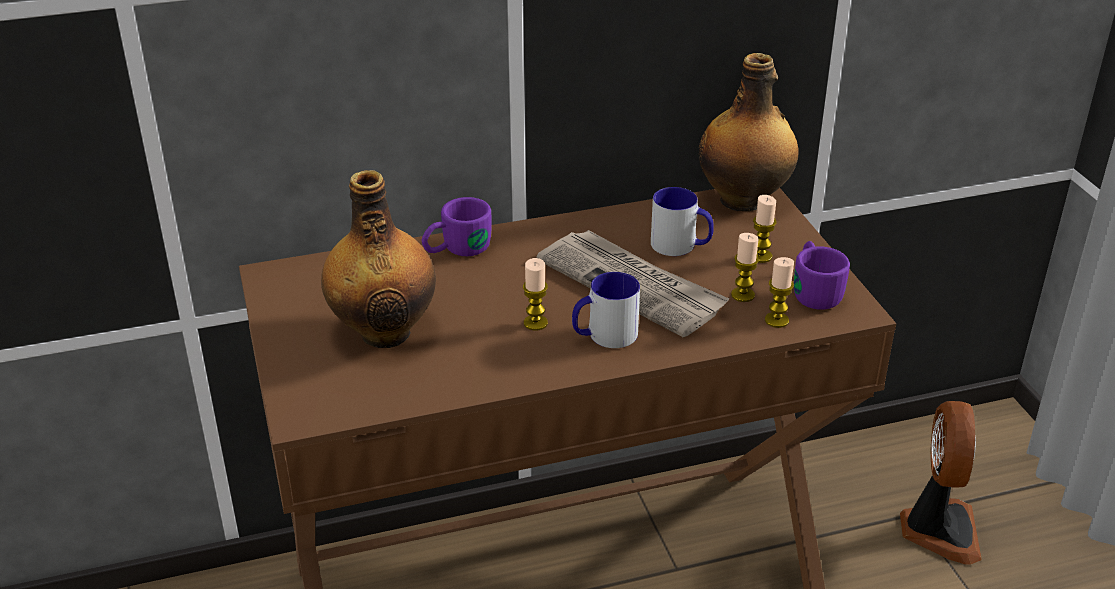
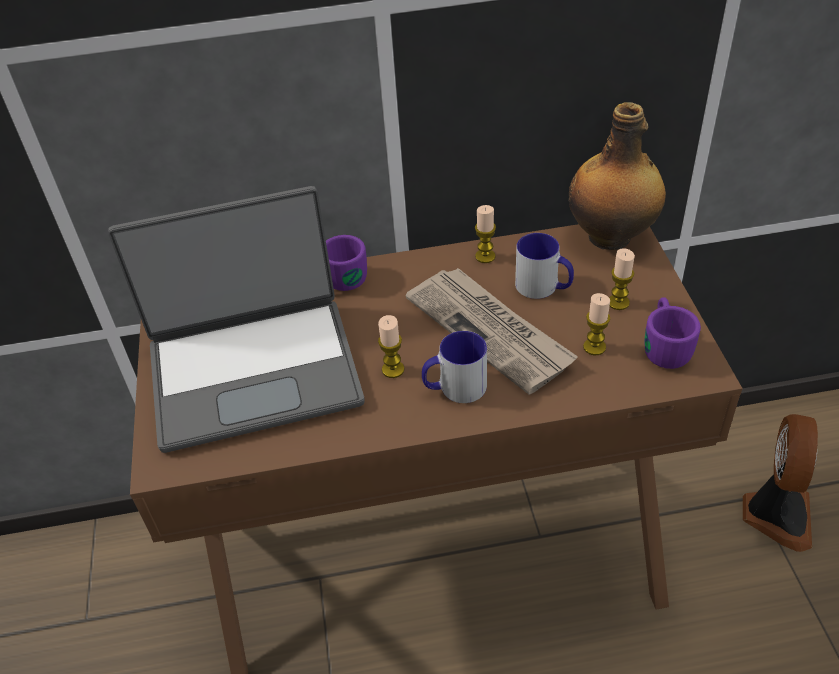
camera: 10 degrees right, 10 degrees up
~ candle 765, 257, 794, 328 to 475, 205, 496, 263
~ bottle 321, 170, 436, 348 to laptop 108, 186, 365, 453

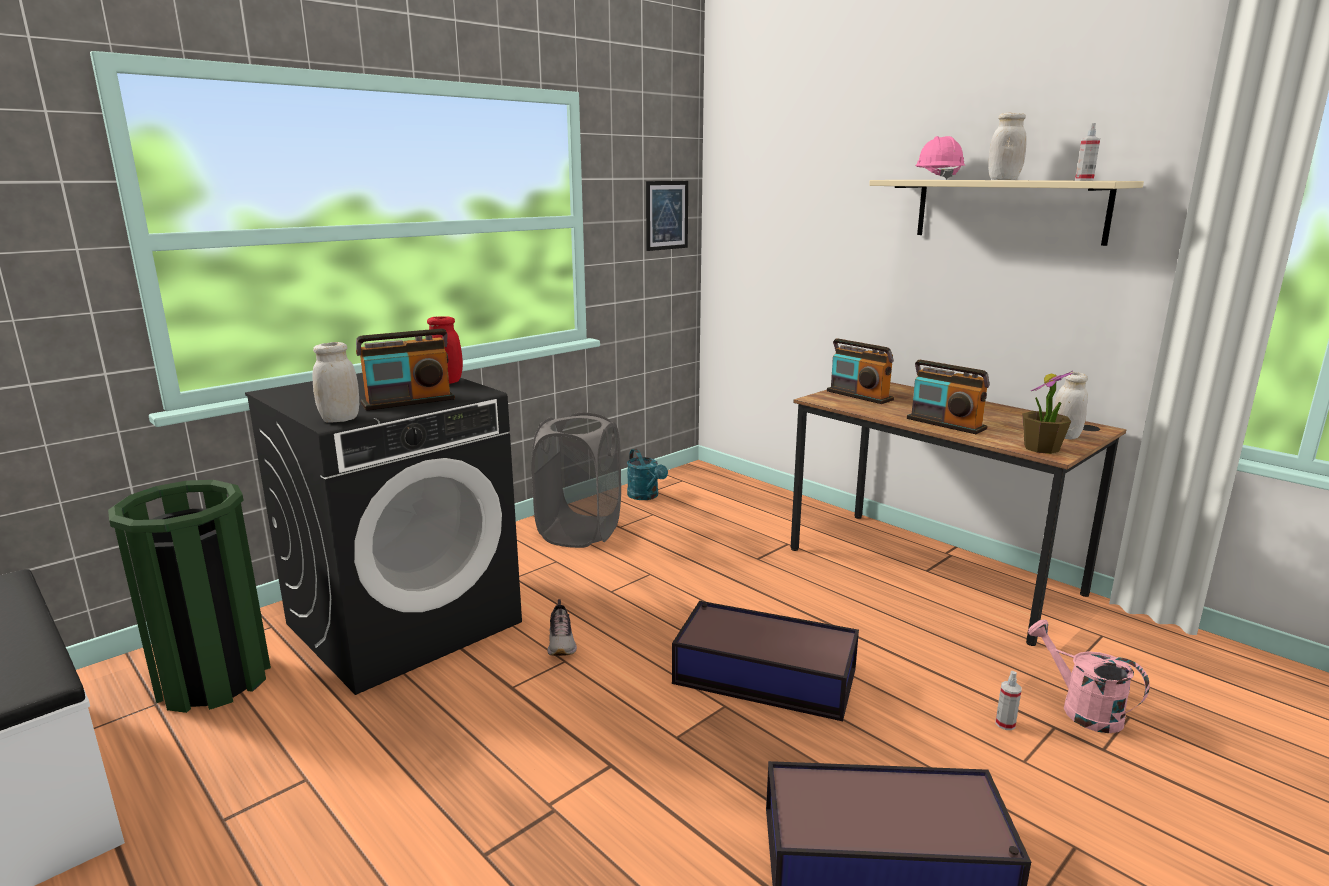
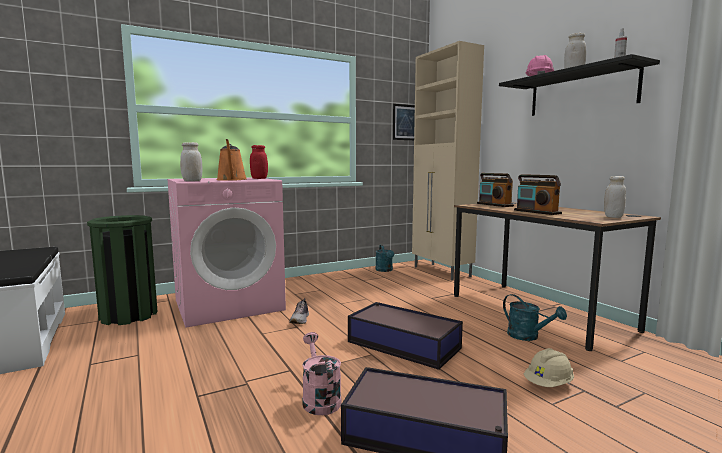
camera: 15 degrees right, 10 degrees down
- laundry basket/grey 531, 412, 621, 548
- potted plant 1022, 371, 1073, 454
+ cabinet/beige 412, 41, 484, 280
+ watering can/turquoise 503, 294, 567, 341
~ watering can/pink 1028, 619, 1150, 733 to 302, 332, 341, 415
~ radio 356, 328, 455, 411 to watering can/orange 217, 139, 246, 181
~ spray bottle 996, 671, 1021, 730 to hard hat/beige 524, 348, 574, 387
~ washing machine/black 245, 373, 522, 695 to washing machine/pink 167, 178, 286, 328
~ shelf/beige 869, 180, 1144, 246 to shelf/black 499, 54, 660, 116

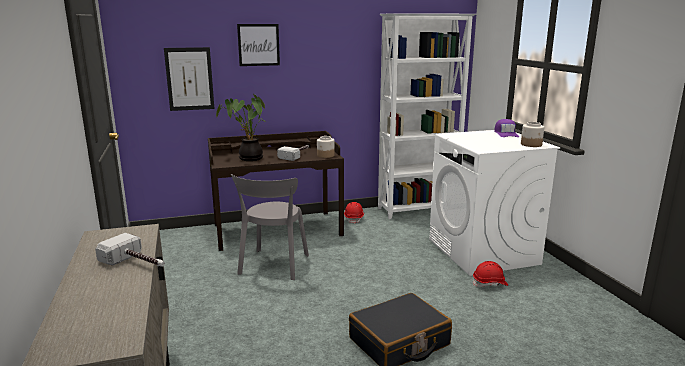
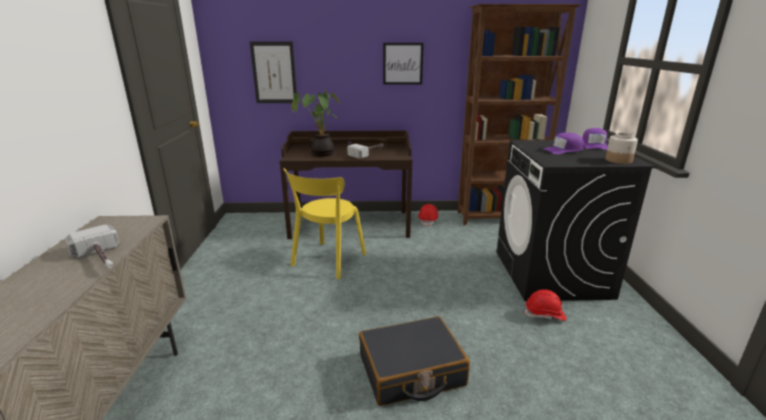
camera: 15 degrees right, 5 degrees up
- jar 317, 136, 335, 158
+ cap/purple 542, 133, 584, 154
~ picture 237, 24, 280, 66 to 383, 43, 424, 85
~ chair/grey 231, 174, 309, 280 to chair/yellow 284, 168, 366, 279
~ bookcase/white 378, 13, 477, 219 to bookcase/brown 458, 4, 581, 225
~ washing machine/white 429, 130, 560, 276 to washing machine/black 496, 140, 656, 301

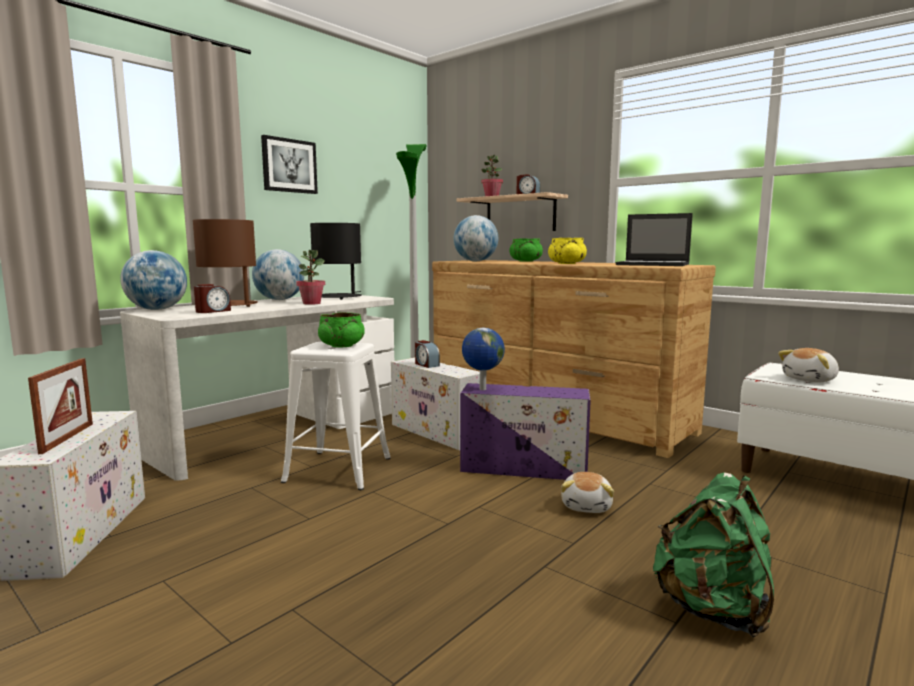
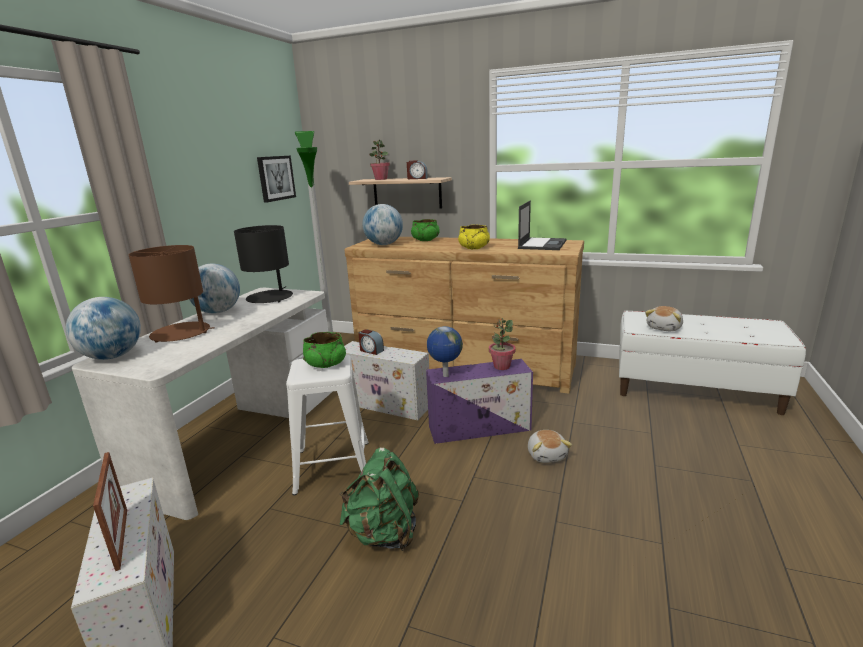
camera: 20 degrees left, 10 degrees up
- alarm clock 194, 284, 231, 313
~ picture 261, 135, 318, 194 to 257, 156, 296, 203
~ potted plant 296, 250, 325, 305 to 489, 318, 516, 370
~ backpack/green 653, 472, 774, 637 to 340, 447, 419, 551
~ laptop 616, 213, 693, 266 = 518, 200, 567, 250 75 degrees counterclockwise

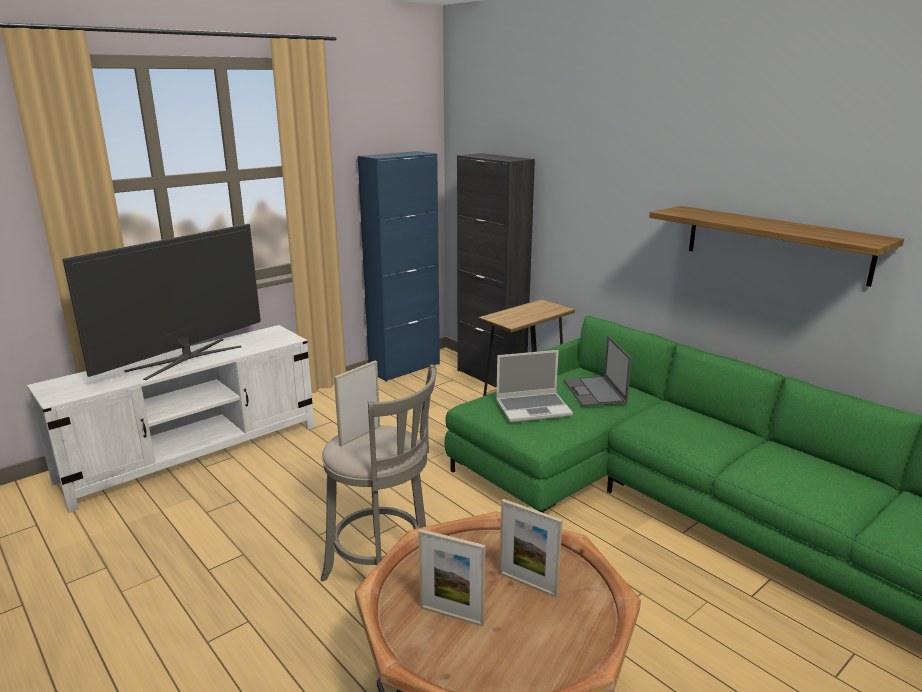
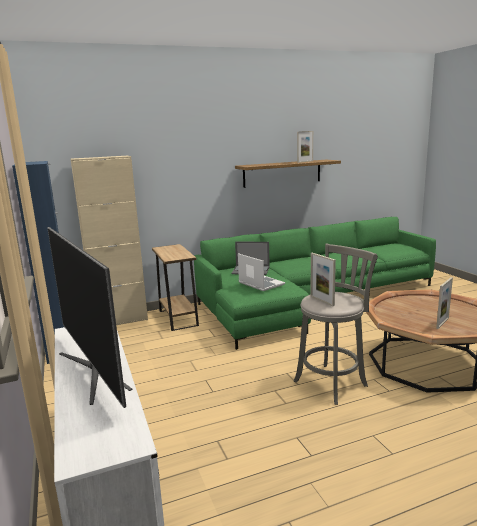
camera: 70 degrees left, 5 degrees down
~ picture frame 500, 499, 563, 597 to 297, 131, 313, 163
~ cabinet/black 457, 153, 535, 388 to cabinet/beige 71, 156, 148, 325
~ laptop 496, 350, 573, 423 = 238, 253, 285, 291 45 degrees counterclockwise

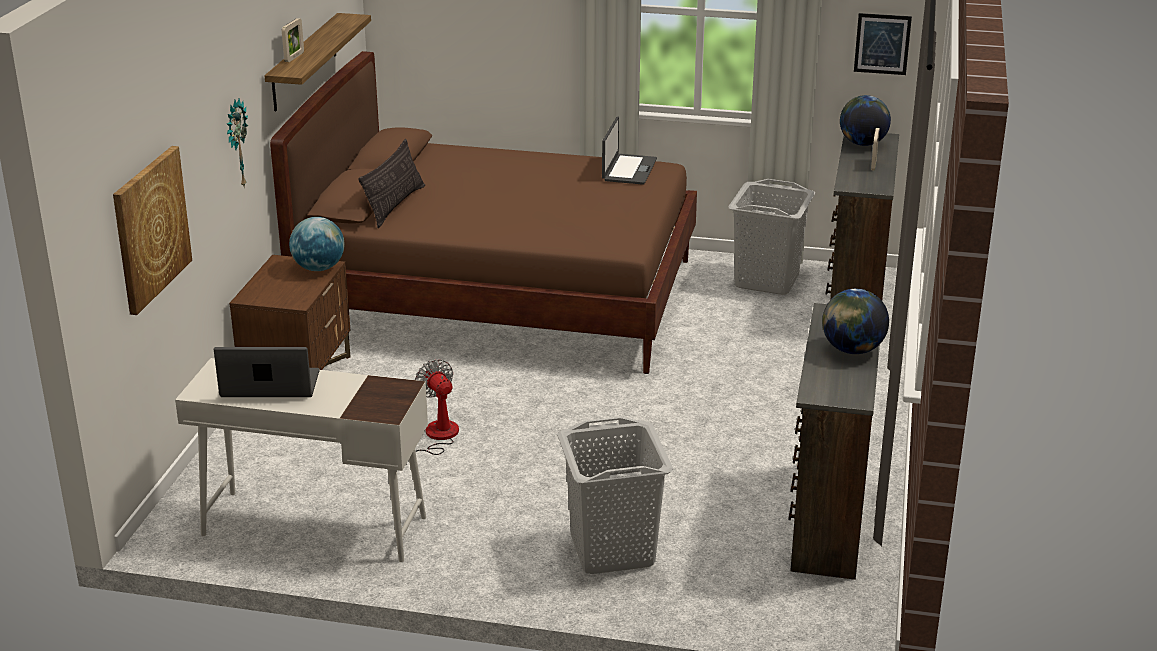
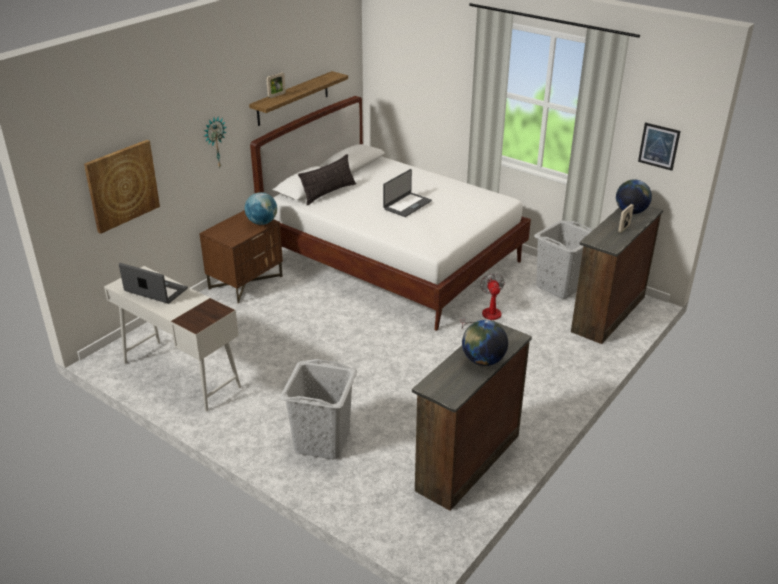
camera: 25 degrees right, 5 degrees up
~ fan 406, 359, 459, 465 to 461, 273, 505, 329
~ laptop 602, 117, 657, 185 to 383, 169, 432, 217
~ bed/brown 270, 51, 697, 374 to bed/white 250, 96, 531, 331

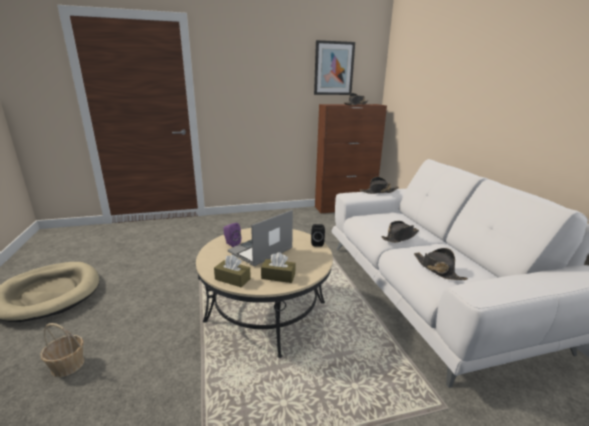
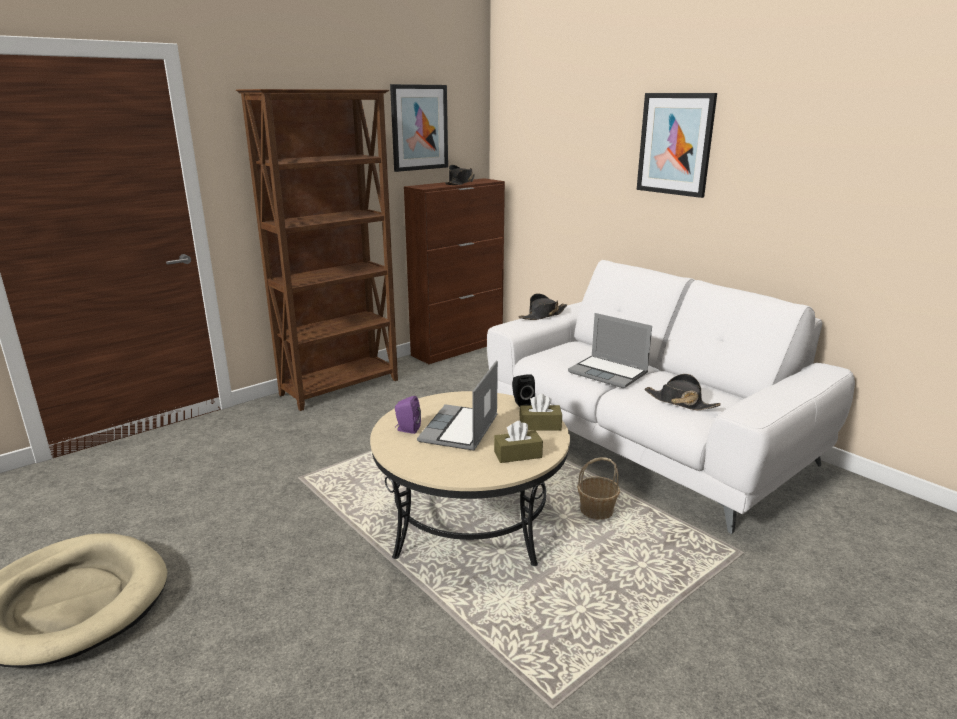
camera: 25 degrees left, 0 degrees up
+ bookcase/brown 236, 89, 398, 411
+ picture 637, 93, 717, 198
~ basket 41, 323, 85, 377 to 577, 457, 620, 520
~ tissue box/brown 214, 255, 251, 288 to 519, 394, 562, 431
~ hat/black 381, 221, 419, 243 to laptop 568, 313, 652, 388

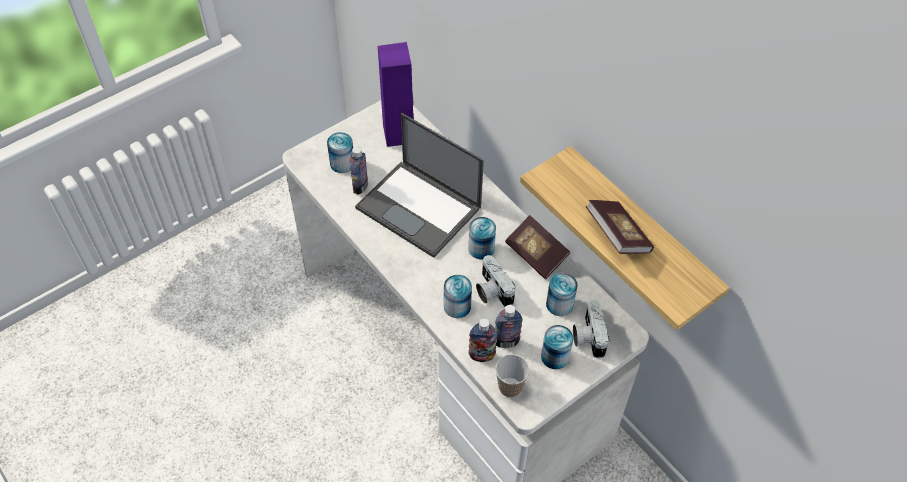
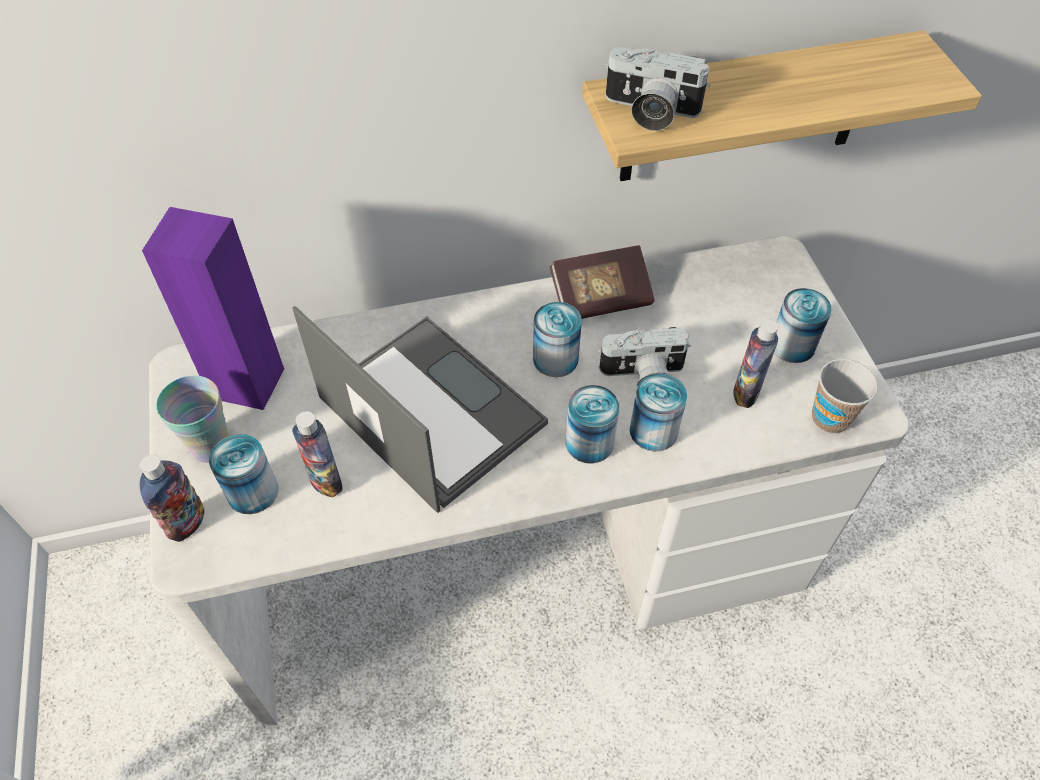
camera: 65 degrees left, 0 degrees up
- book 586, 200, 654, 254
+ cup 156, 375, 229, 463
~ bottle 468, 318, 497, 362 to 140, 455, 205, 542
~ can 546, 273, 578, 316 to 565, 385, 620, 464
~ photo camera 573, 300, 609, 358 to 605, 47, 710, 131
~ laptop 355, 113, 484, 258 = 292, 306, 548, 513 105 degrees counterclockwise

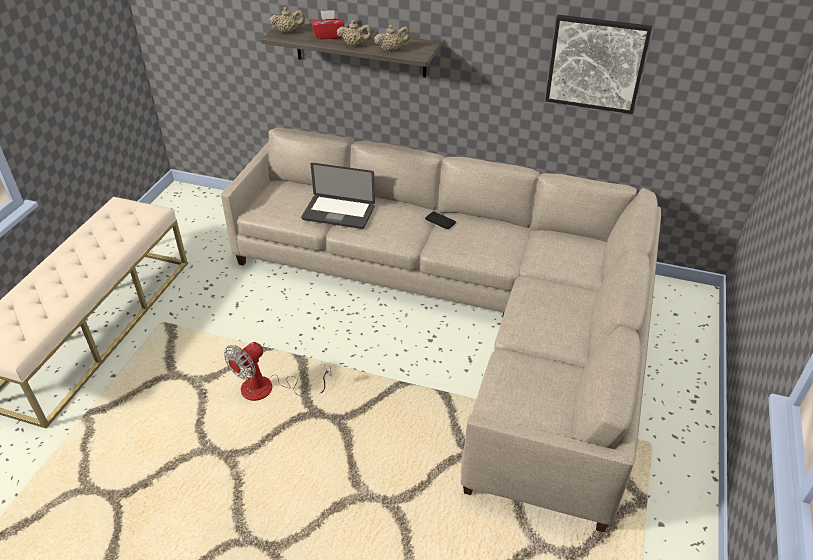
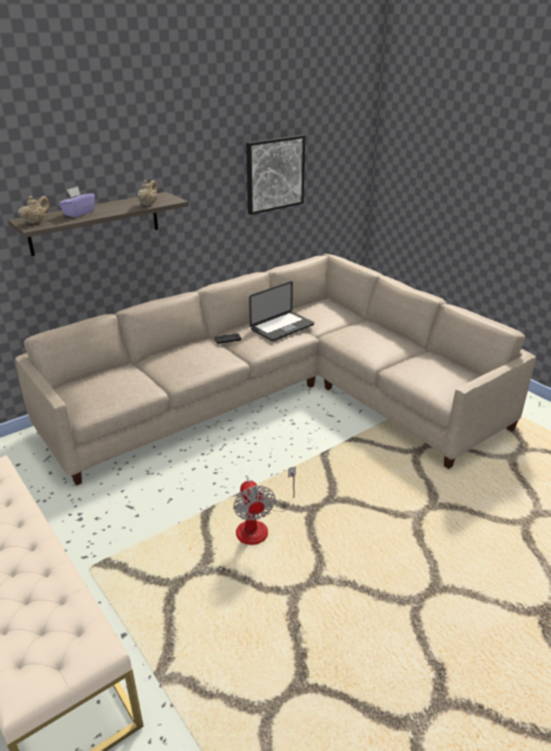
camera: 55 degrees left, 10 degrees down
- teapot/beige 337, 20, 372, 46
~ laptop 301, 163, 375, 229 to 249, 281, 314, 341
~ tissue box/red 312, 10, 345, 40 to tissue box/purple 59, 186, 95, 217

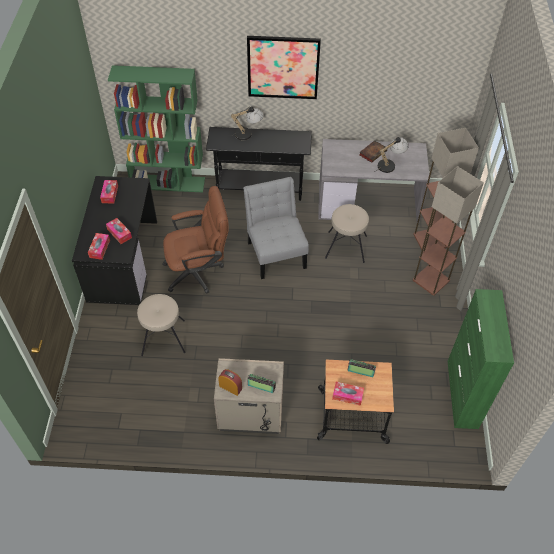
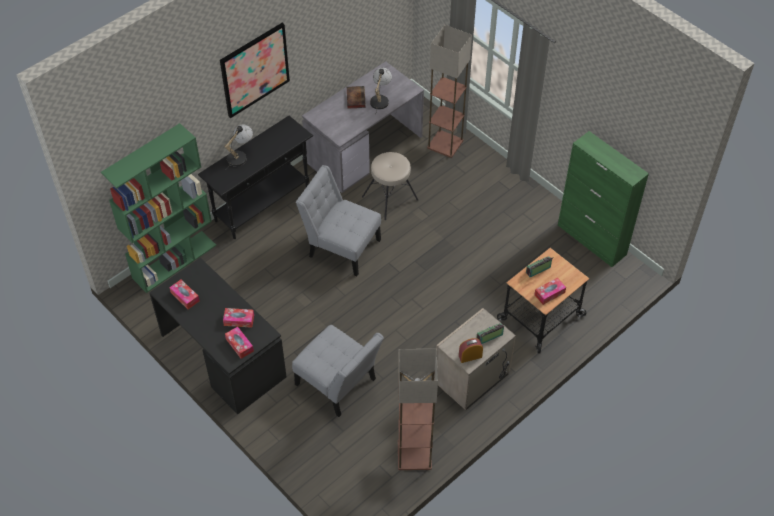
camera: 45 degrees left, 0 degrees up
- office chair/brown 162, 186, 229, 294
~ floor lamp 413, 166, 484, 296 to 398, 349, 438, 470
~ stool/beige 137, 294, 185, 356 to chair/grey 292, 325, 384, 417

